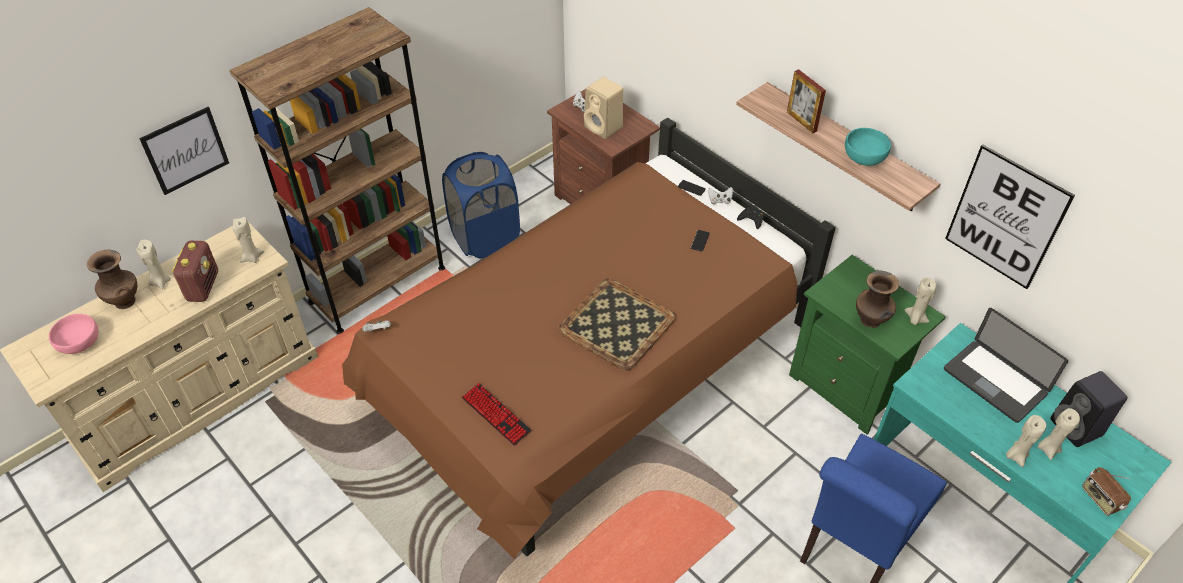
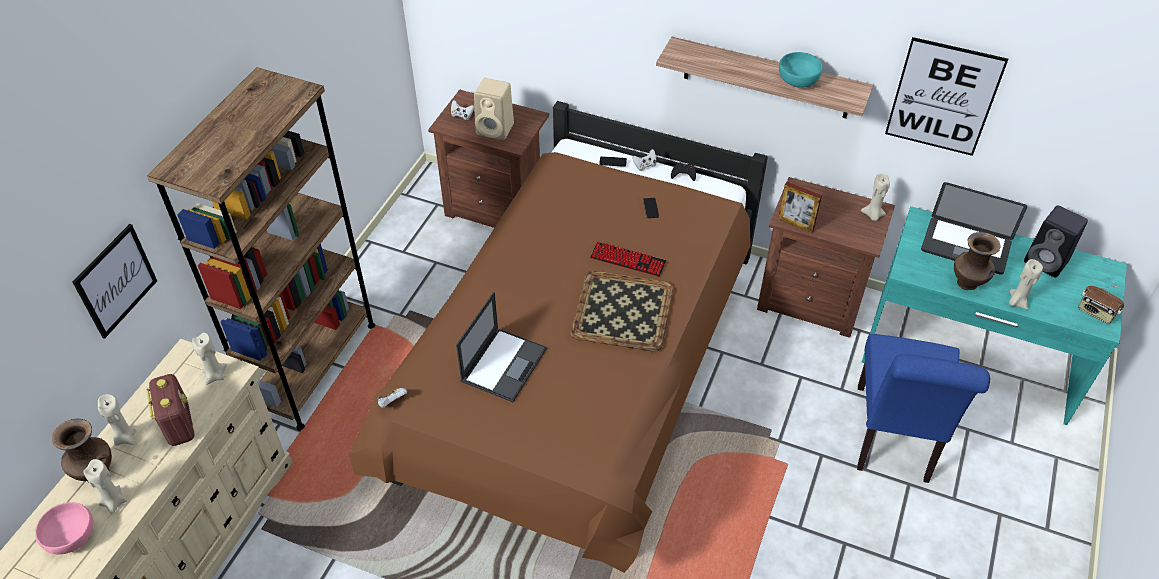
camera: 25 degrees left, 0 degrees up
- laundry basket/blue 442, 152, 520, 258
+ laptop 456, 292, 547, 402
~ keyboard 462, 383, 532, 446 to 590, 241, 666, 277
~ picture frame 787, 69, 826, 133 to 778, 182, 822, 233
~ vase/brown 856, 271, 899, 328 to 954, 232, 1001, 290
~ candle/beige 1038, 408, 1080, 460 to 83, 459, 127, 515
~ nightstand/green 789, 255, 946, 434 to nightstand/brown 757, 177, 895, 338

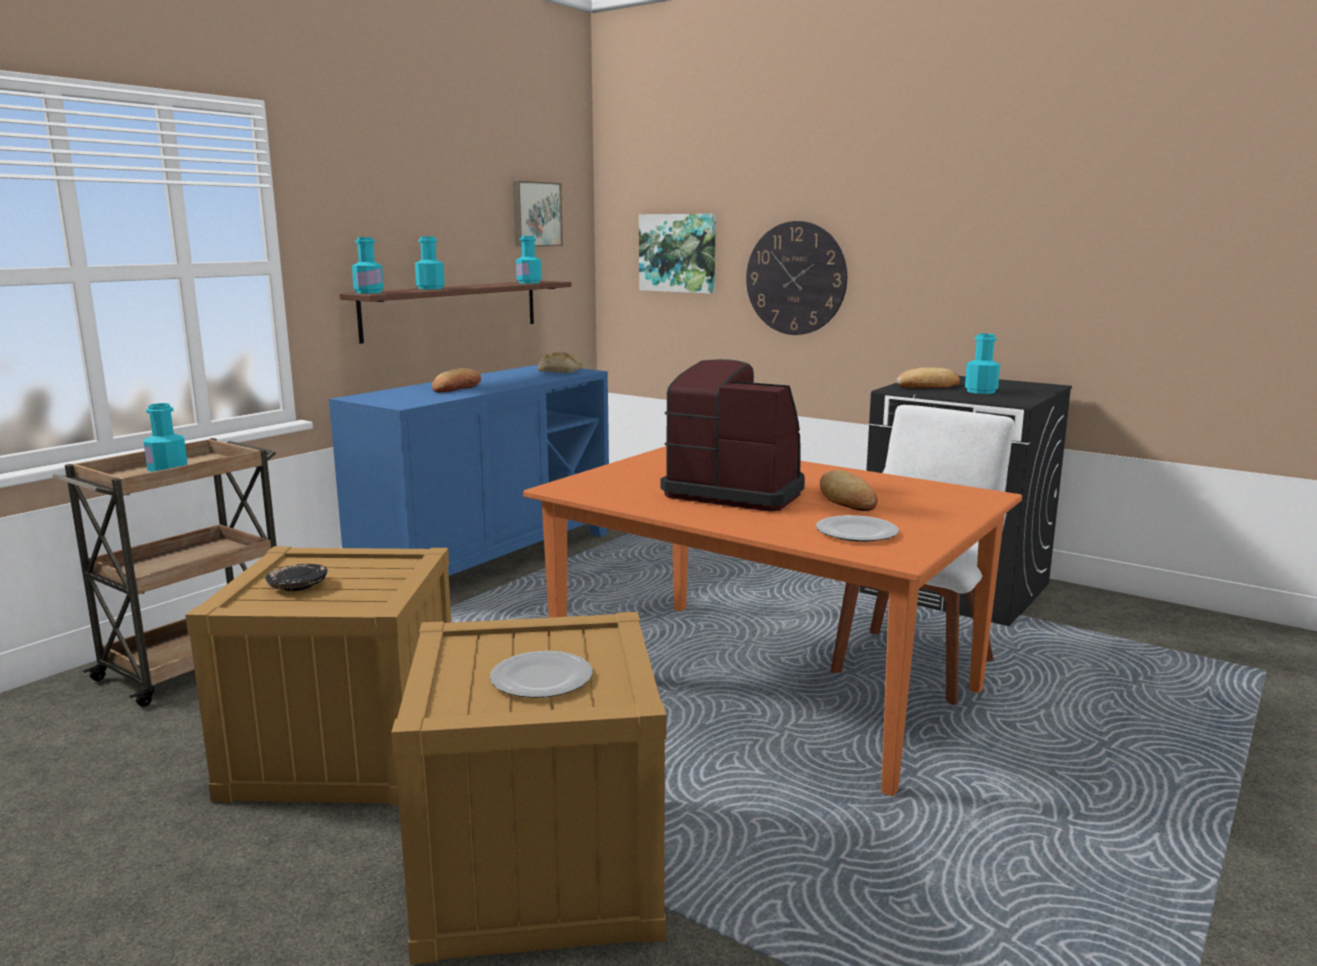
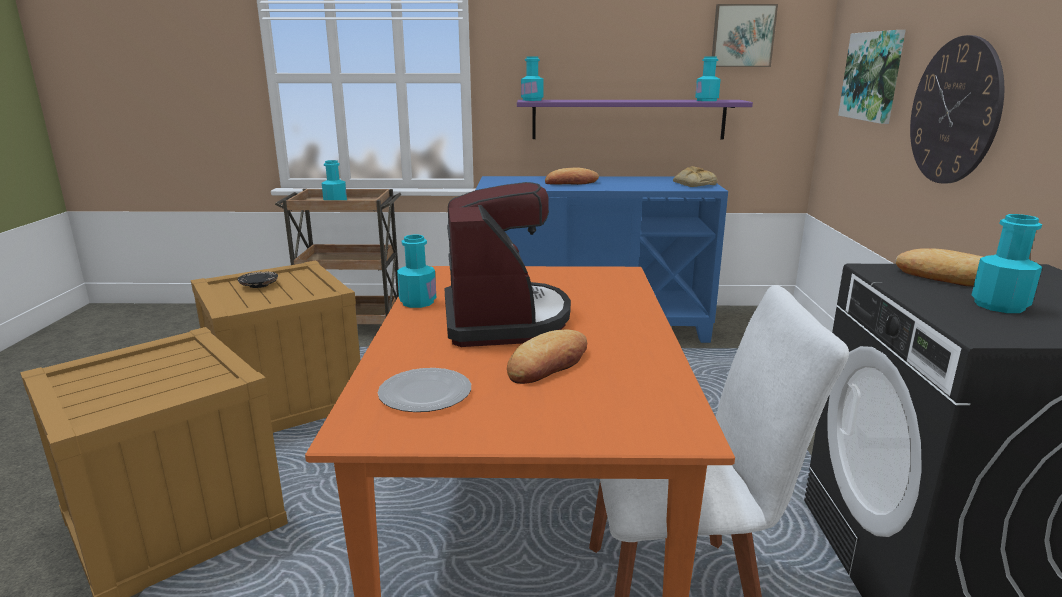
camera: 55 degrees right, 5 degrees up
- plate 490, 651, 592, 698
~ bottle/turquoise 415, 237, 445, 289 to 397, 235, 436, 308
~ shelf/brown 339, 281, 572, 344 to shelf/purple 517, 100, 753, 140

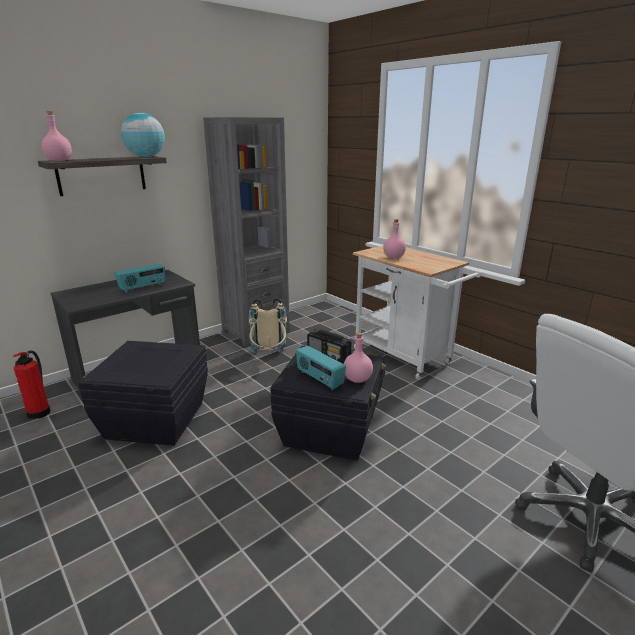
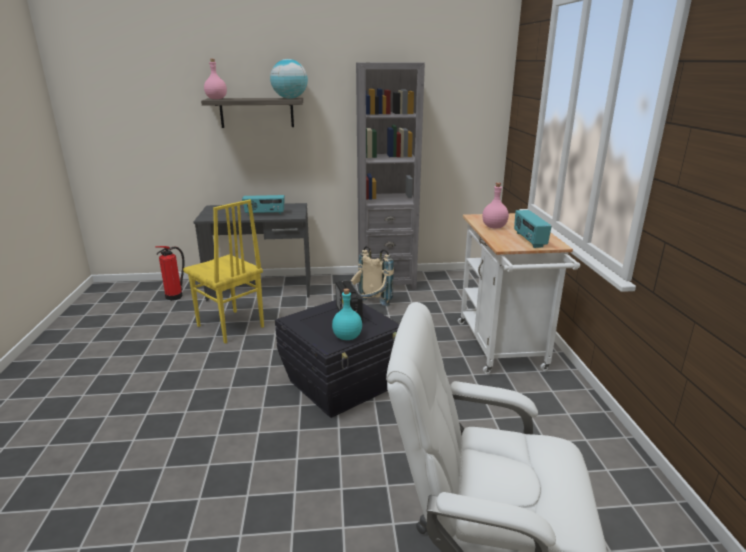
camera: 35 degrees right, 0 degrees up
~ radio 296, 346, 346, 390 to 514, 210, 552, 248
~ storage box/black 78, 341, 208, 446 to chair/yellow 183, 199, 264, 344
~ bottle/pink 344, 333, 373, 383 to bottle/turquoise 332, 288, 362, 340

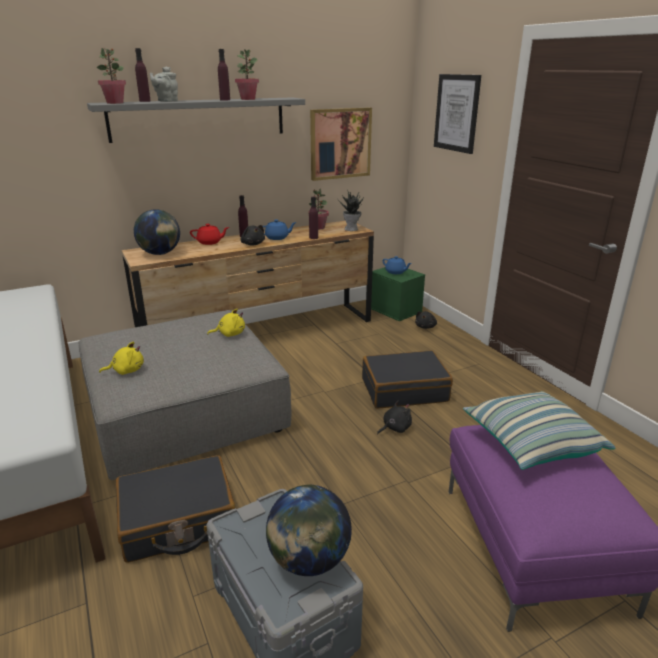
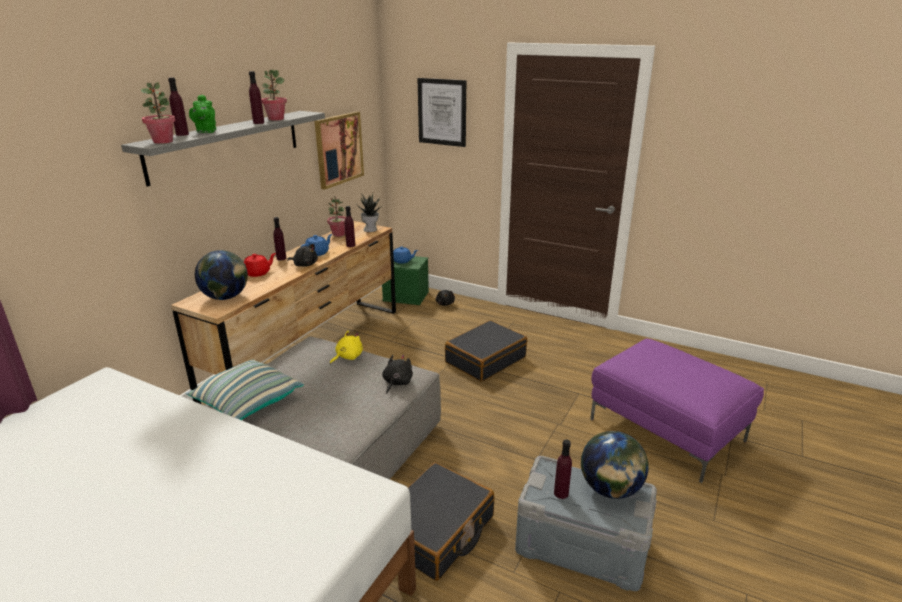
camera: 35 degrees left, 0 degrees up
- plush toy/yellow 99, 341, 144, 375
+ bottle/purple 554, 439, 572, 499
~ plush toy/black 377, 400, 412, 435 to 382, 355, 413, 394
~ pillow 463, 391, 616, 470 to 185, 360, 304, 420
~ teapot/grey 150, 67, 178, 102 to teapot/green 189, 95, 216, 133

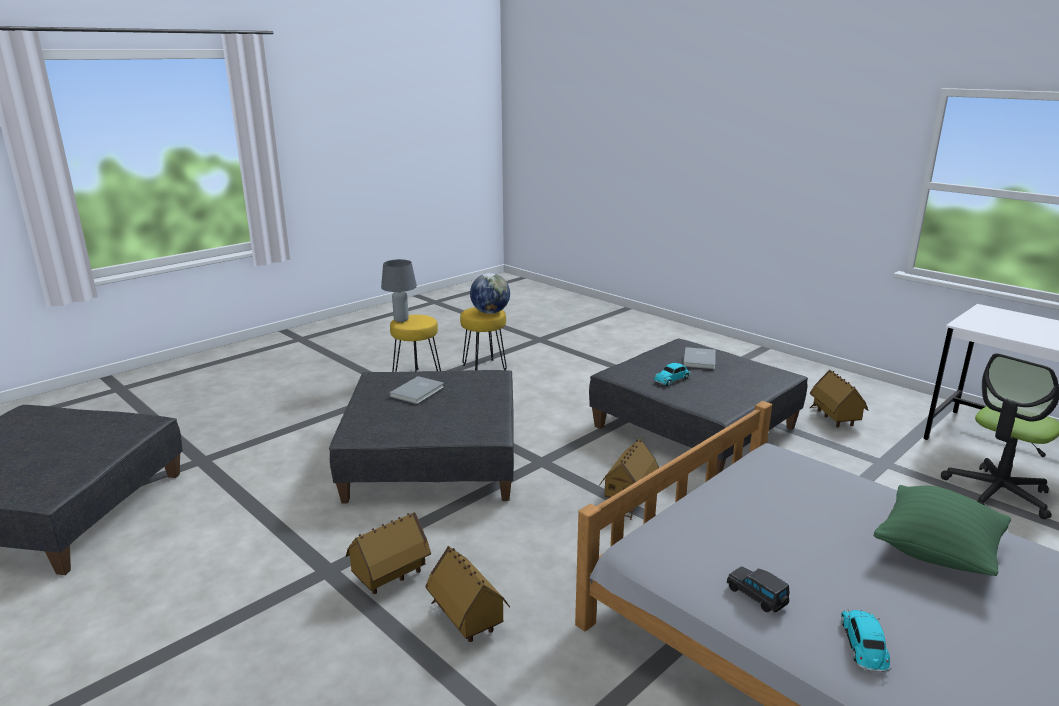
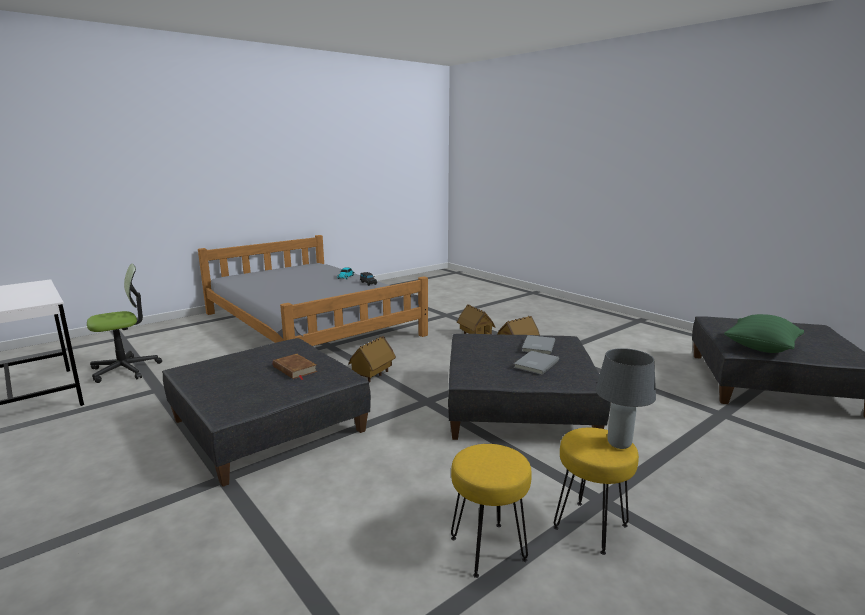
camera: 175 degrees left, 5 degrees down
- globe 470, 273, 510, 314
- toy house 810, 370, 868, 427
~ book/grey 683, 347, 716, 369 to 522, 335, 555, 355
~ pillow/green 874, 485, 1011, 576 to 724, 314, 804, 353
~ toy car 653, 363, 692, 386 to book/brown 273, 354, 317, 380

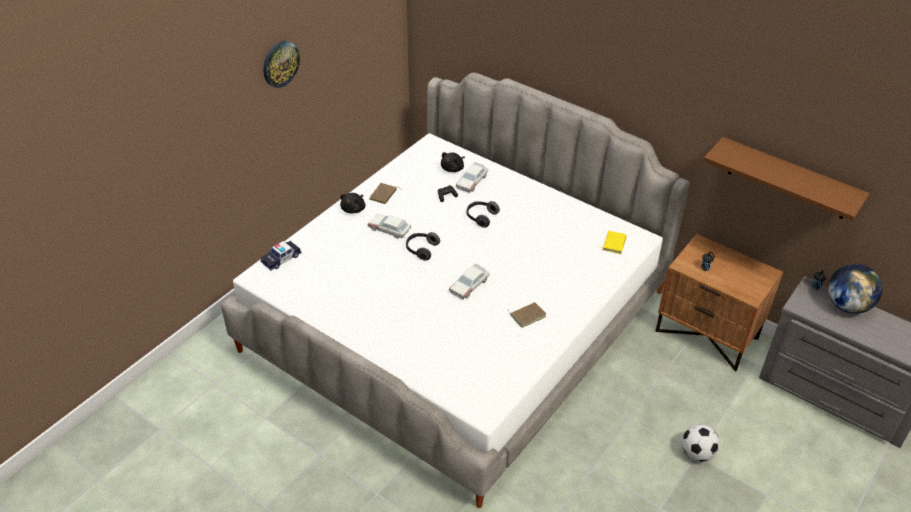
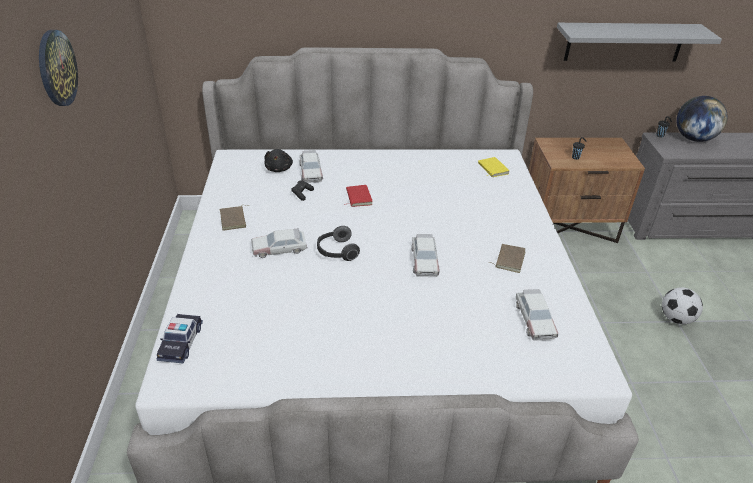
camera: 40 degrees left, 5 degrees down
- plush toy/black 340, 193, 366, 214
+ toy car 516, 289, 558, 341
~ headphones 467, 201, 500, 228 to book/red 344, 185, 373, 207
~ shelf/brown 703, 137, 870, 221 to shelf/grey 557, 23, 722, 62

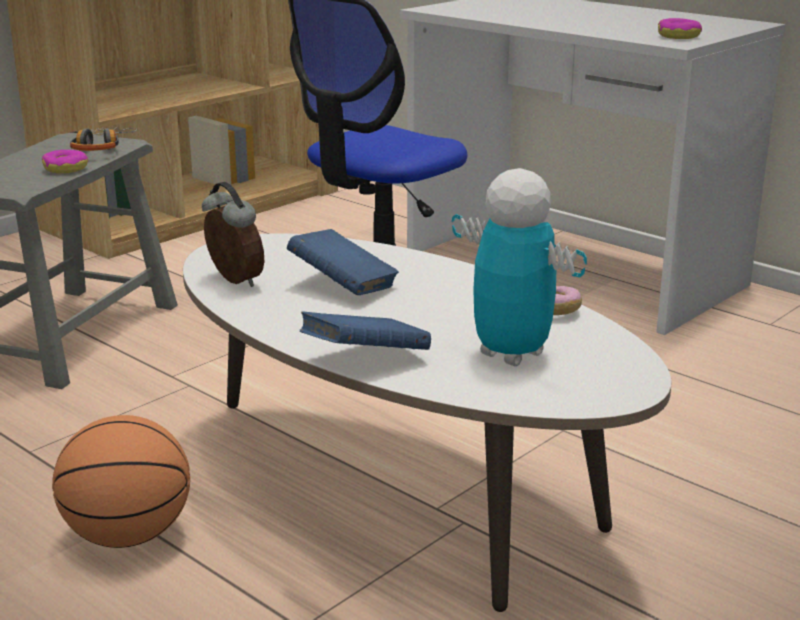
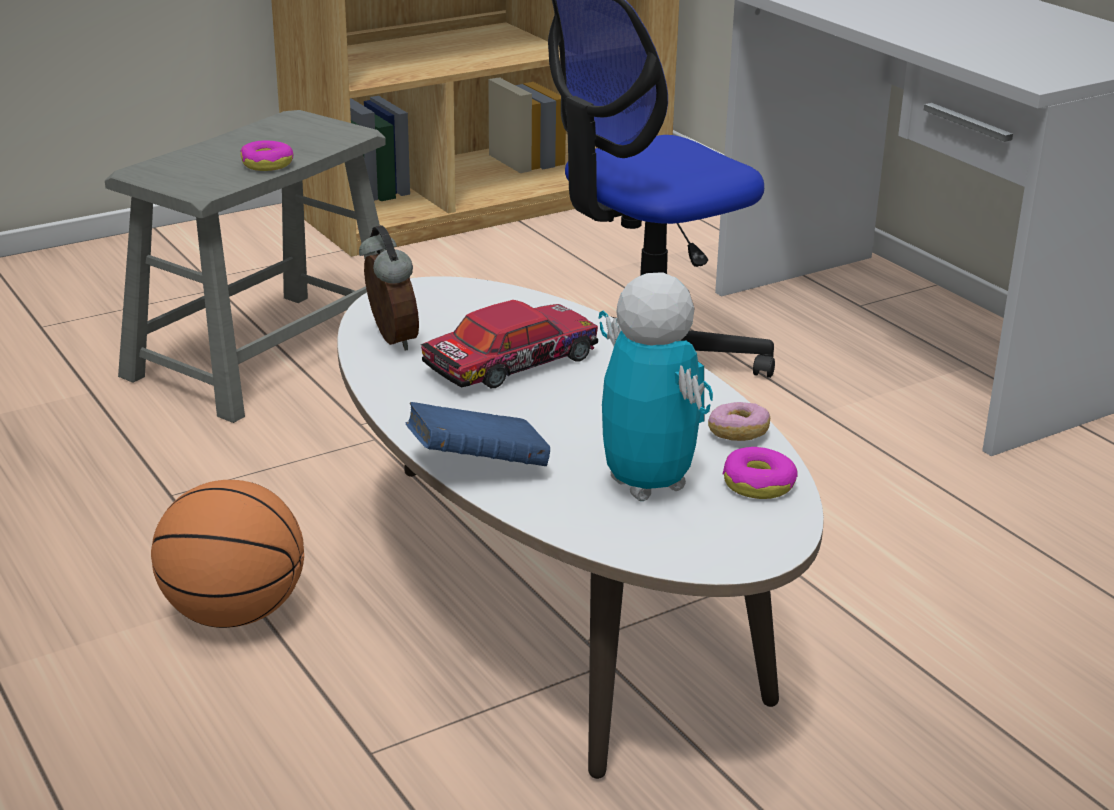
camera: 15 degrees right, 5 degrees up
- headphones 70, 127, 137, 151
~ donut 658, 18, 702, 39 to 723, 447, 798, 499
~ book/blue 287, 229, 399, 295 to toy car 421, 300, 598, 388

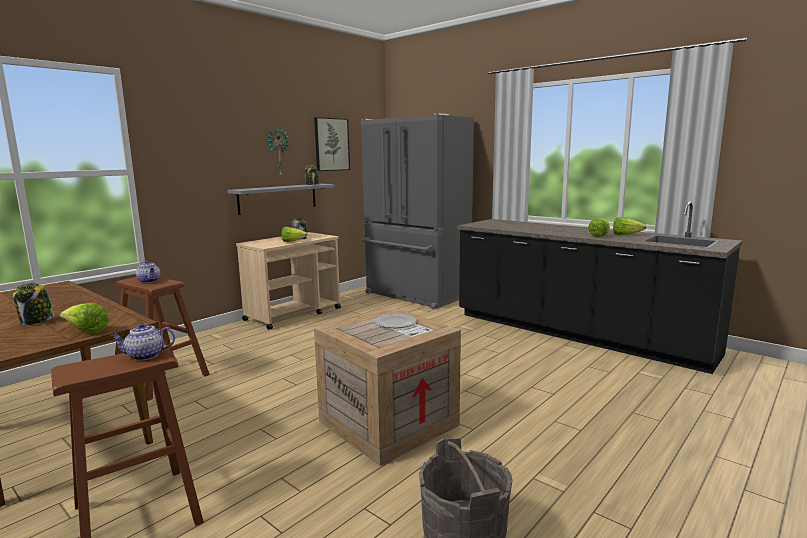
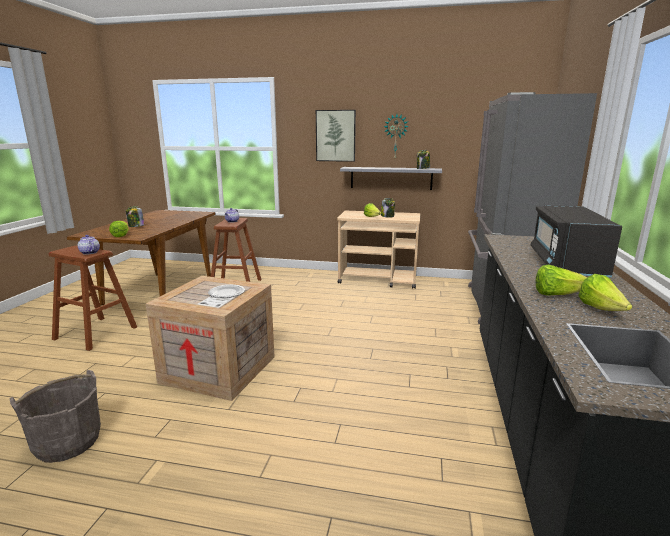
camera: 60 degrees right, 5 degrees up
+ microwave/black 531, 205, 622, 277
~ picture 314, 117, 350, 171 to 316, 110, 356, 162

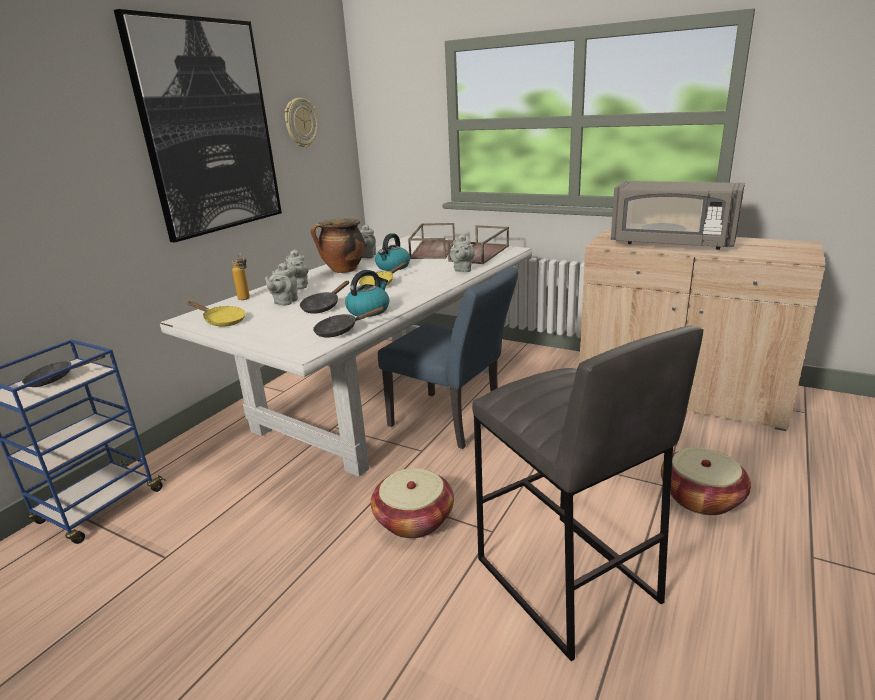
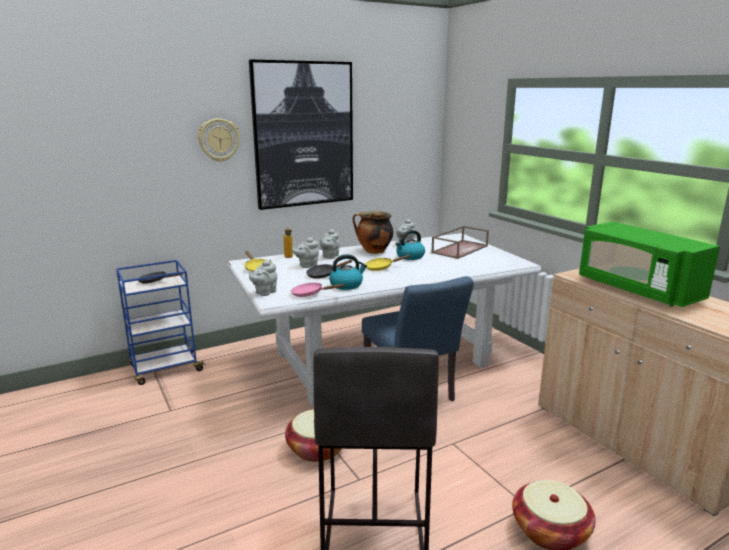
camera: 30 degrees right, 5 degrees down
- tray/brown 448, 225, 509, 264
~ wall clock 285, 98, 318, 148 to 198, 118, 240, 162
~ teapot/grey 450, 234, 475, 272 to 249, 259, 277, 296
~ frying pan/black 313, 307, 384, 338 to frying pan/pink 291, 283, 345, 297
~ microwave/grey 611, 181, 745, 250 to microwave/green 579, 222, 720, 307

